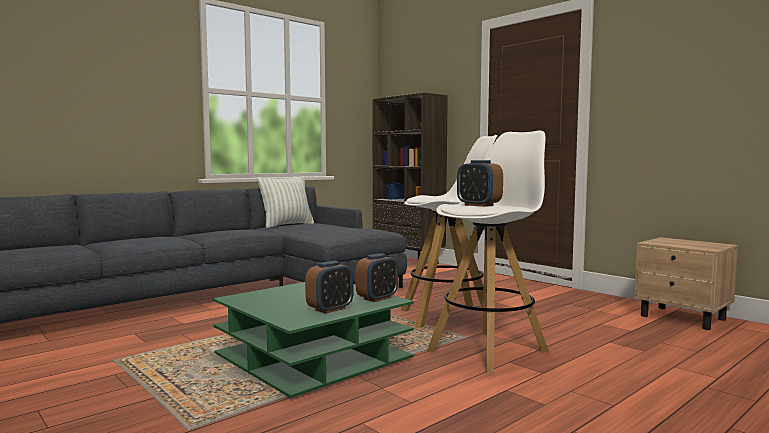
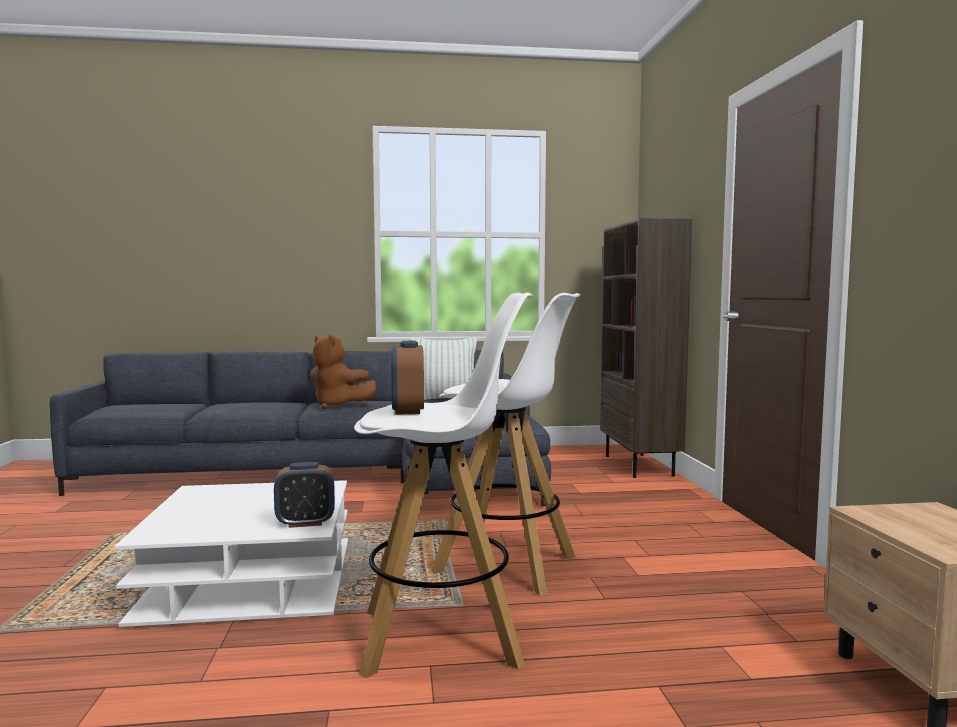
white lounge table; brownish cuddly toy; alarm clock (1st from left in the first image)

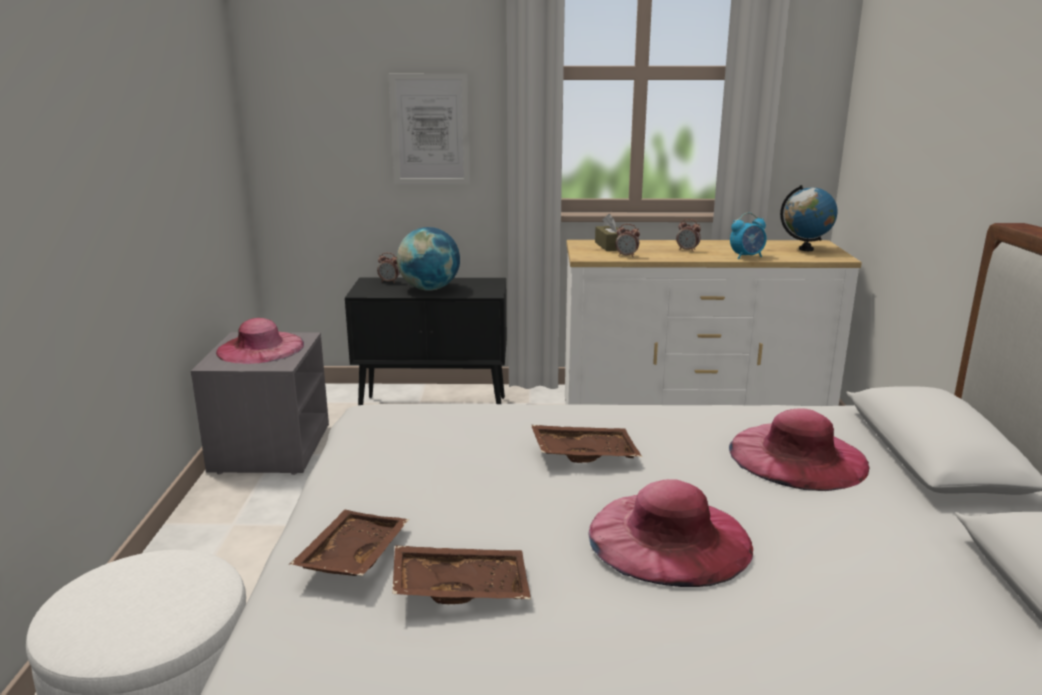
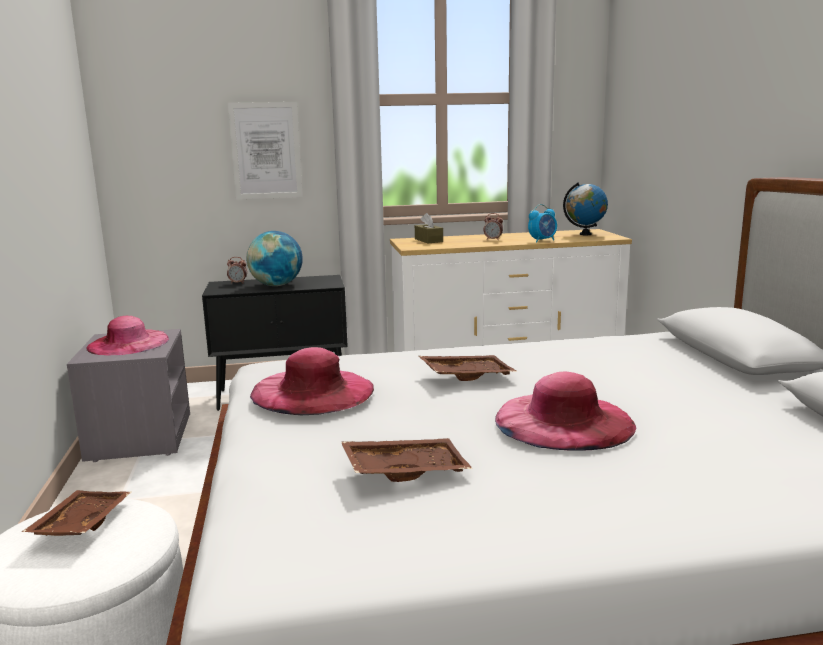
brownish carrying tray (1st from left); pink-coloured clothing hat (2nd from left); alarm clock (2nd from left in the first image)

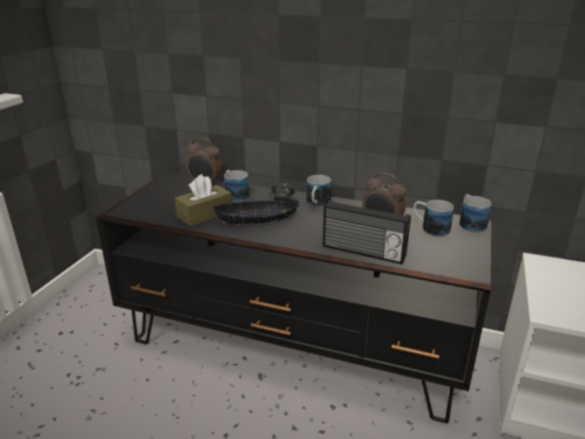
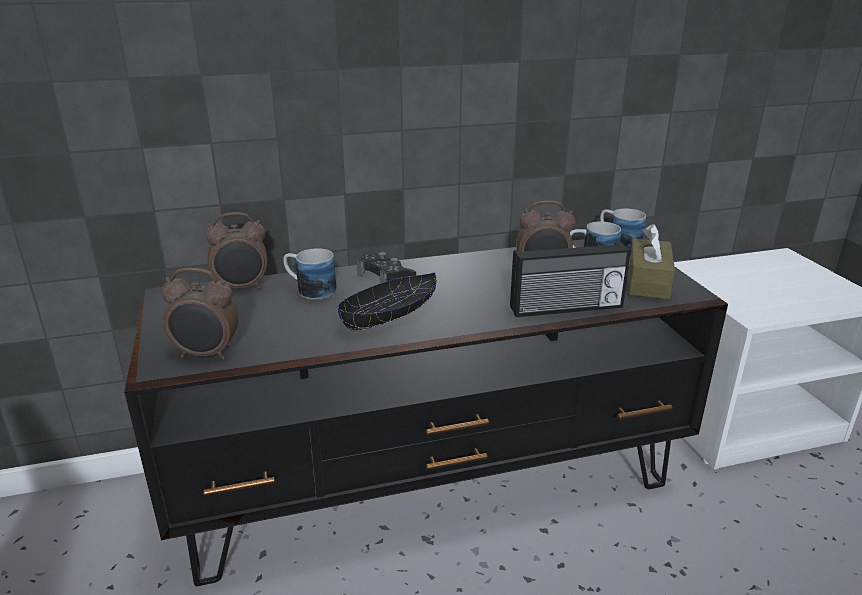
alarm clock (1st from left); brownish tissue box; coffee mug (2nd from left in the first image)

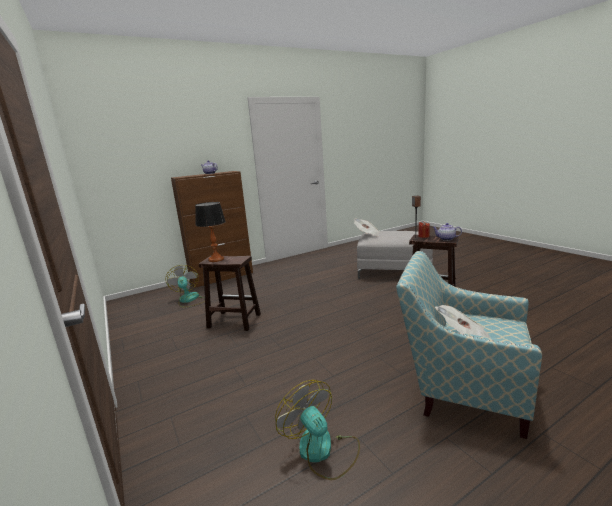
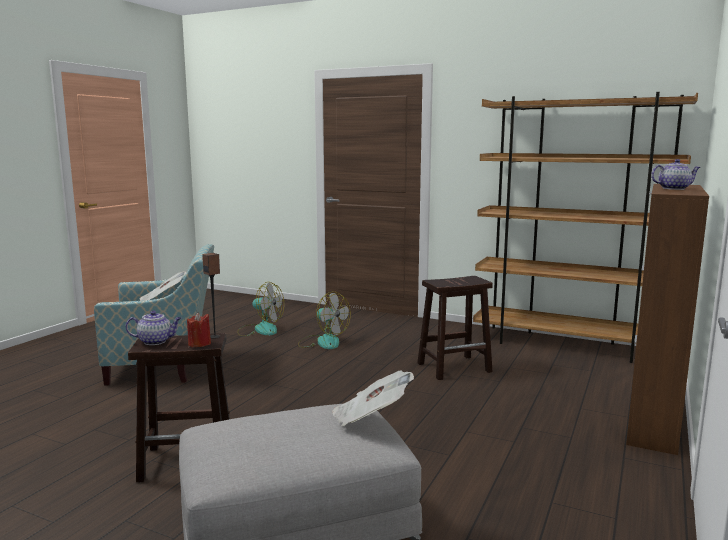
cooling fan (2nd from left); brownish shelving unit; table lamp

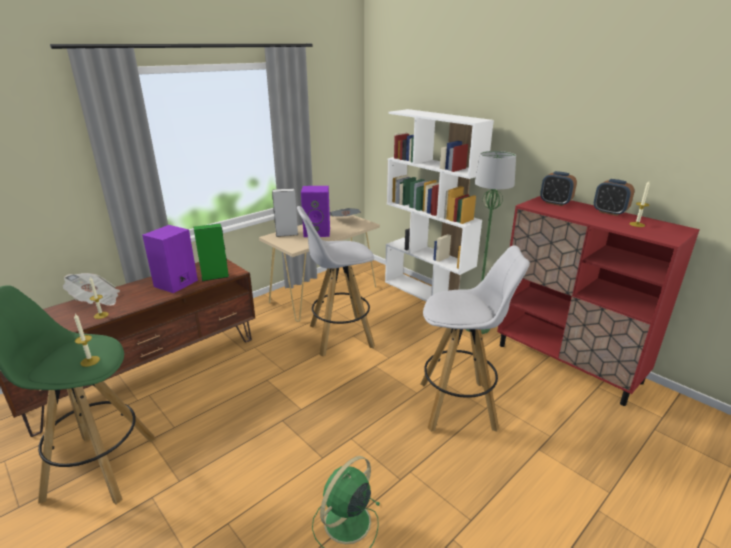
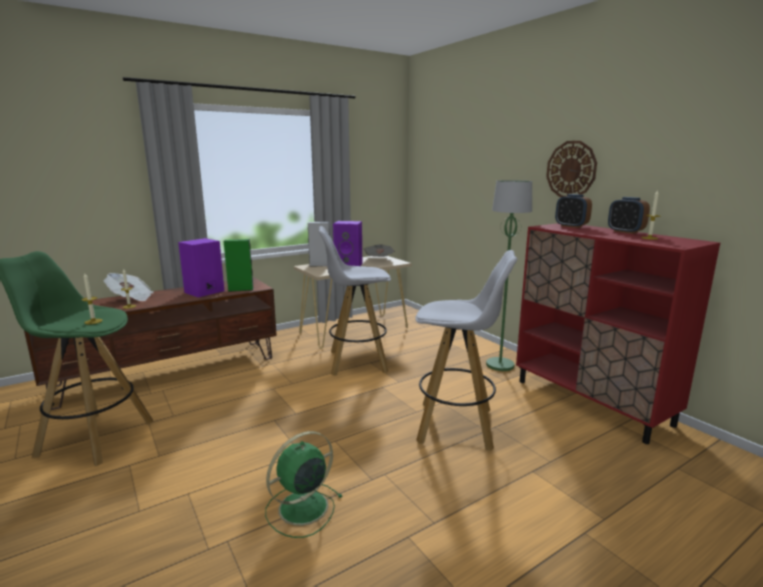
hanging clock; white shelving unit

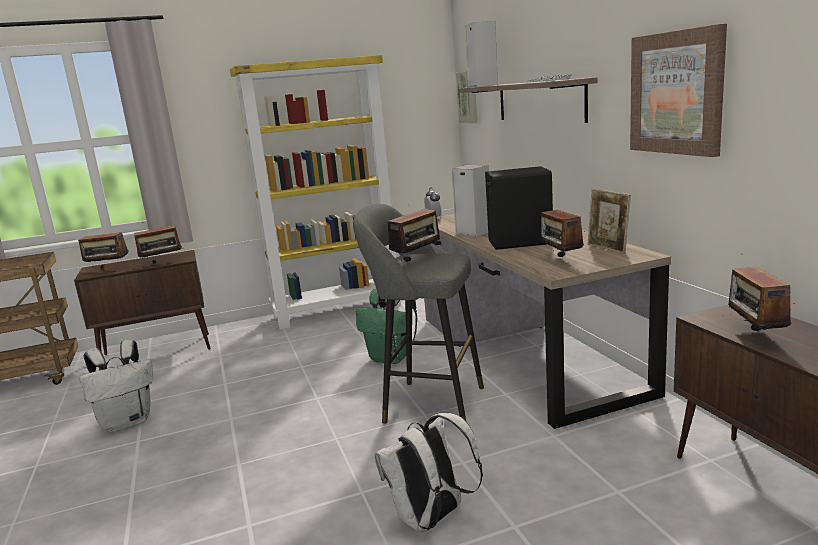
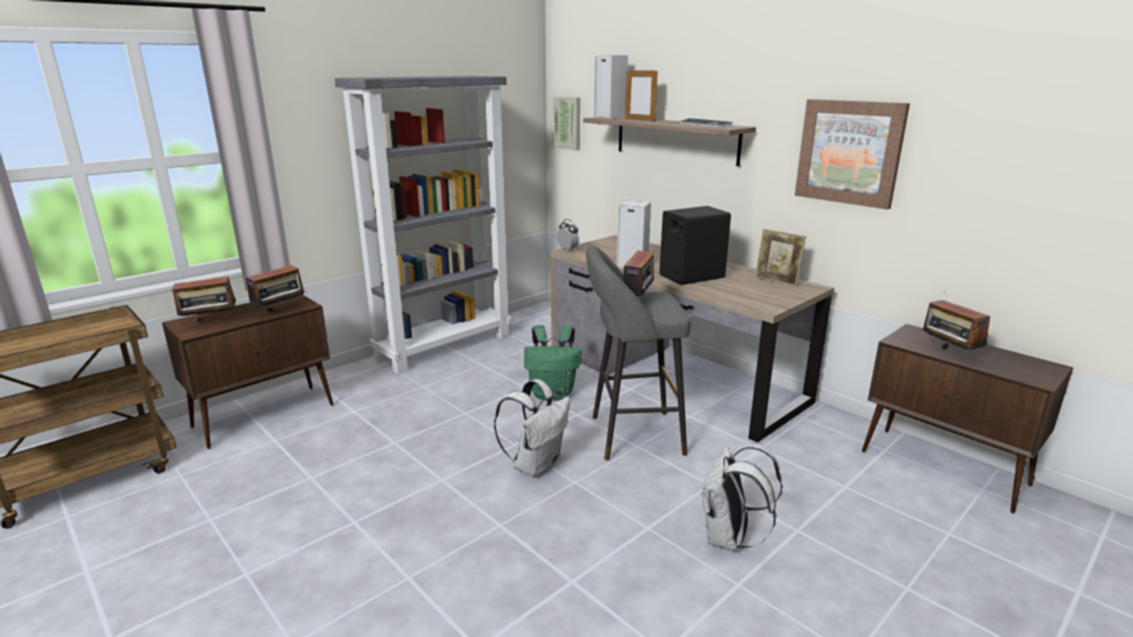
gray shelving unit; white backpack (1st from left); photo frame (1st from left); radio receiver (4th from left in the first image)

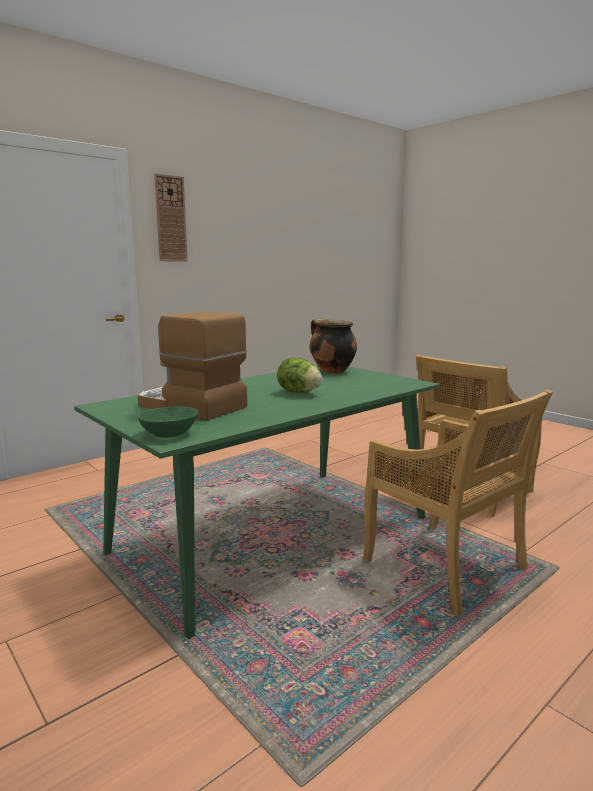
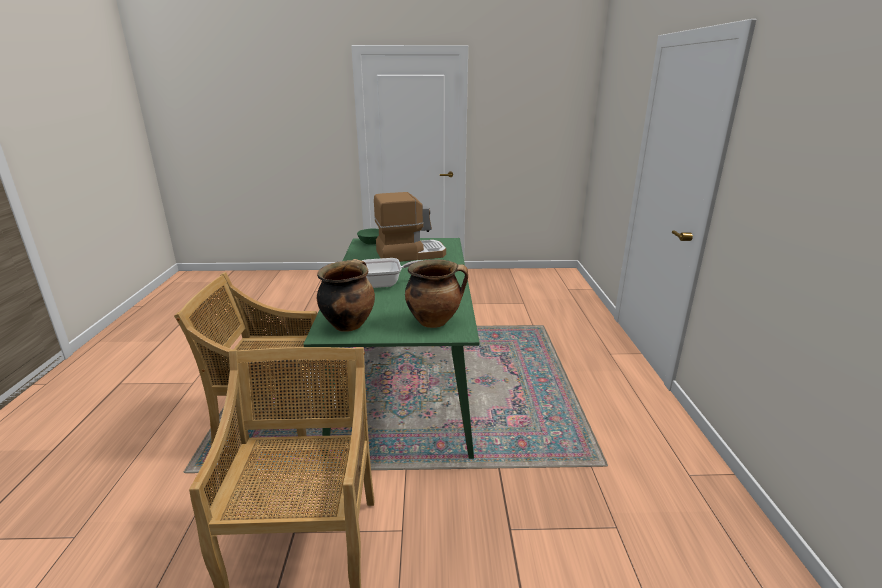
stockpot (1st from left); pan; hanging clock

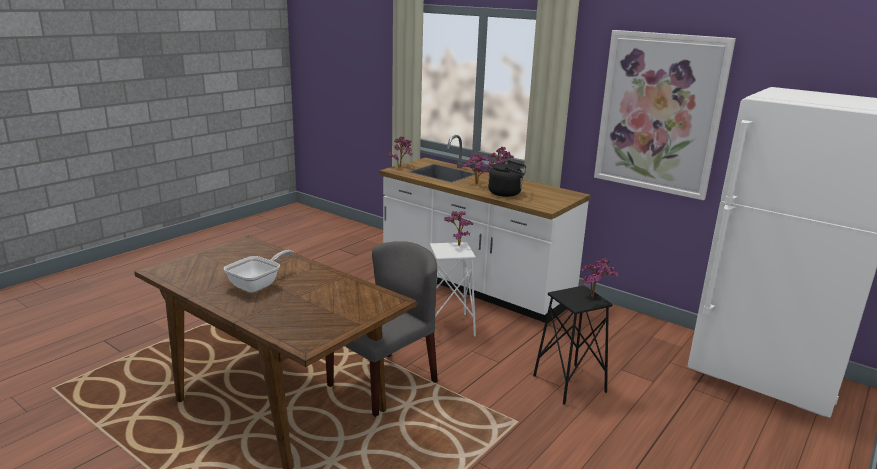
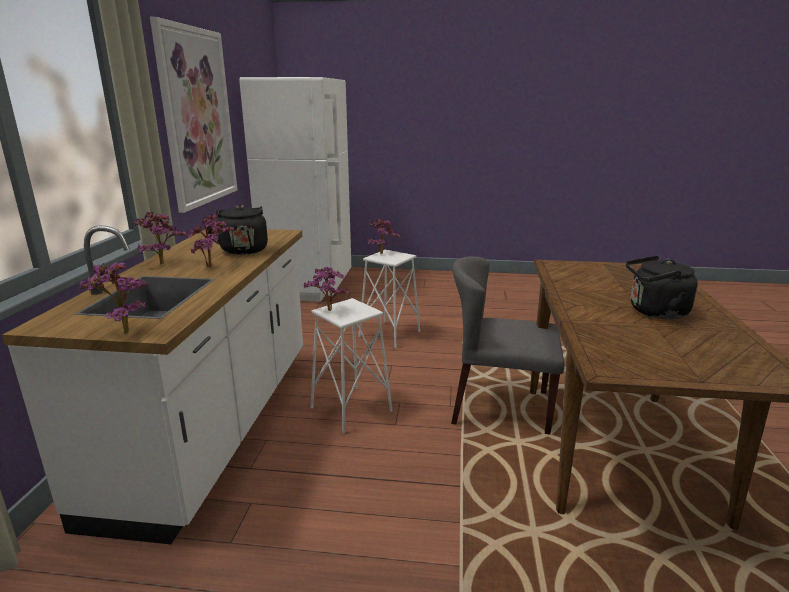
white stool seat (2nd from left); black kettle (2nd from left)

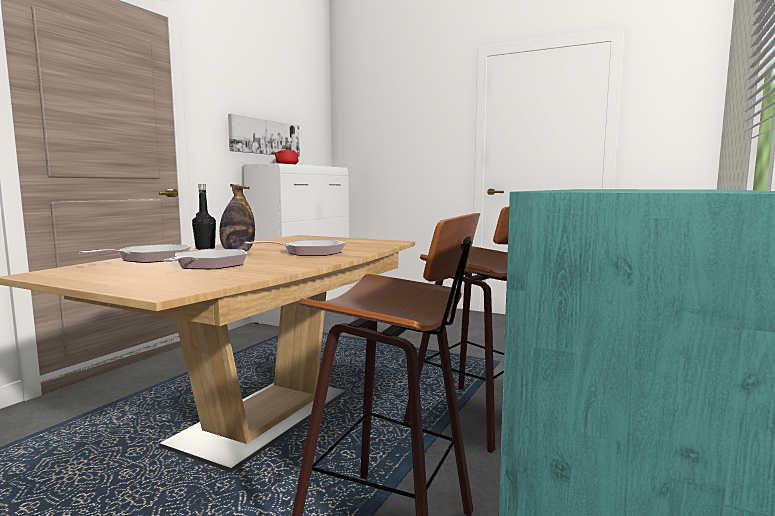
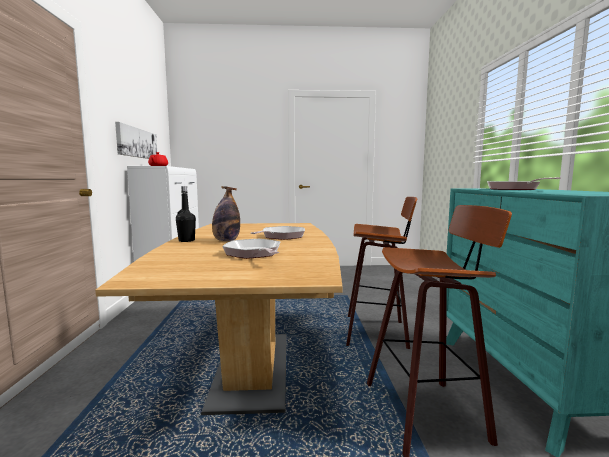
pan (3rd from left)

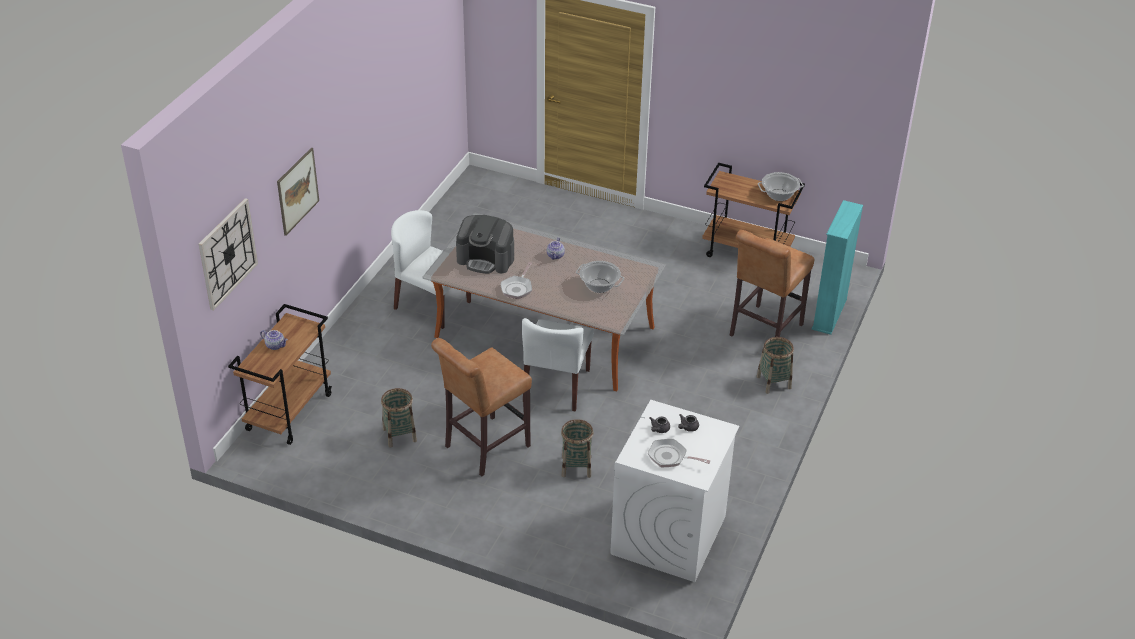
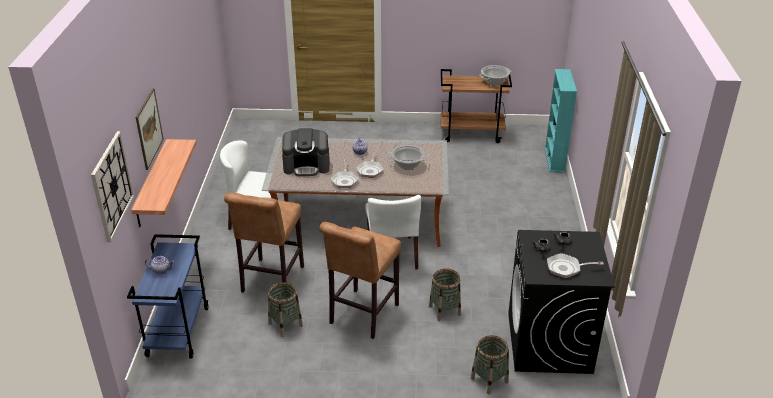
bluish wheeled cart; bracket shelf; brownish stool seat (1st from left); pan (2nd from left); storage basket (3rd from left); black laundry appliance

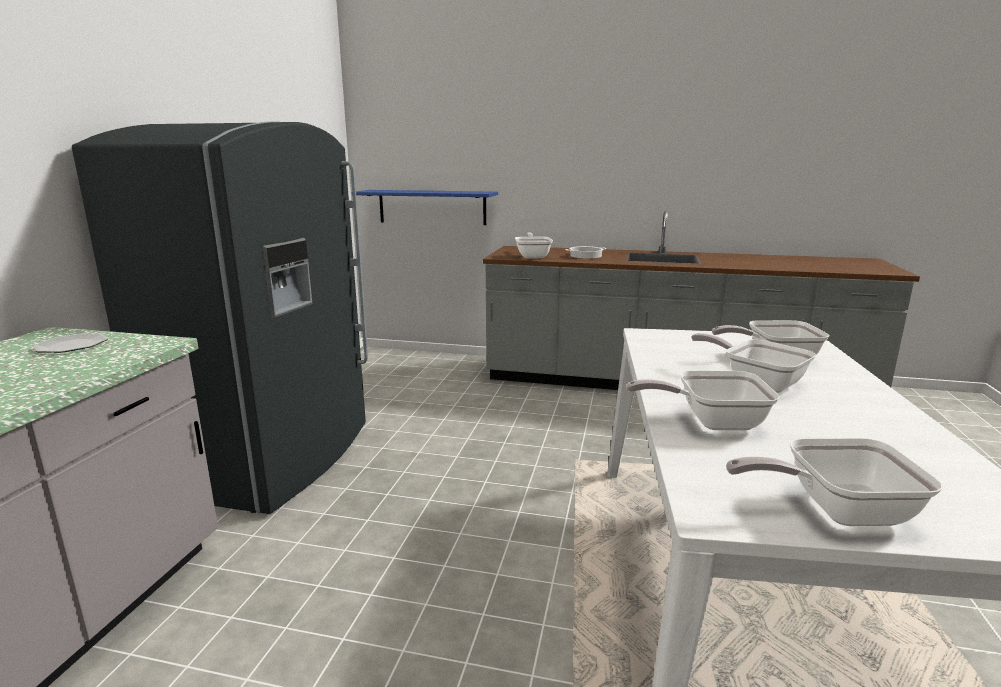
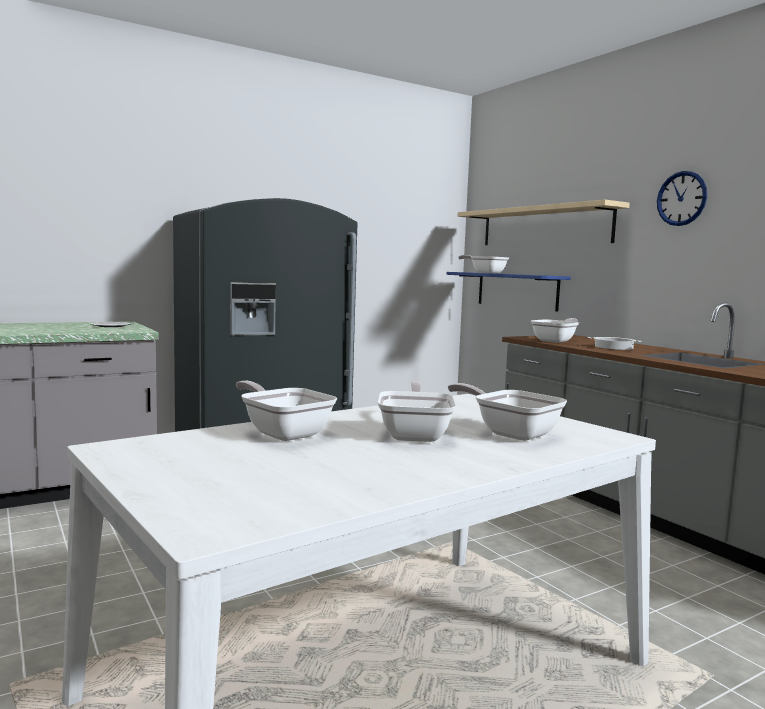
beige-coloured bracket shelf; pan (3rd from left); hanging clock

